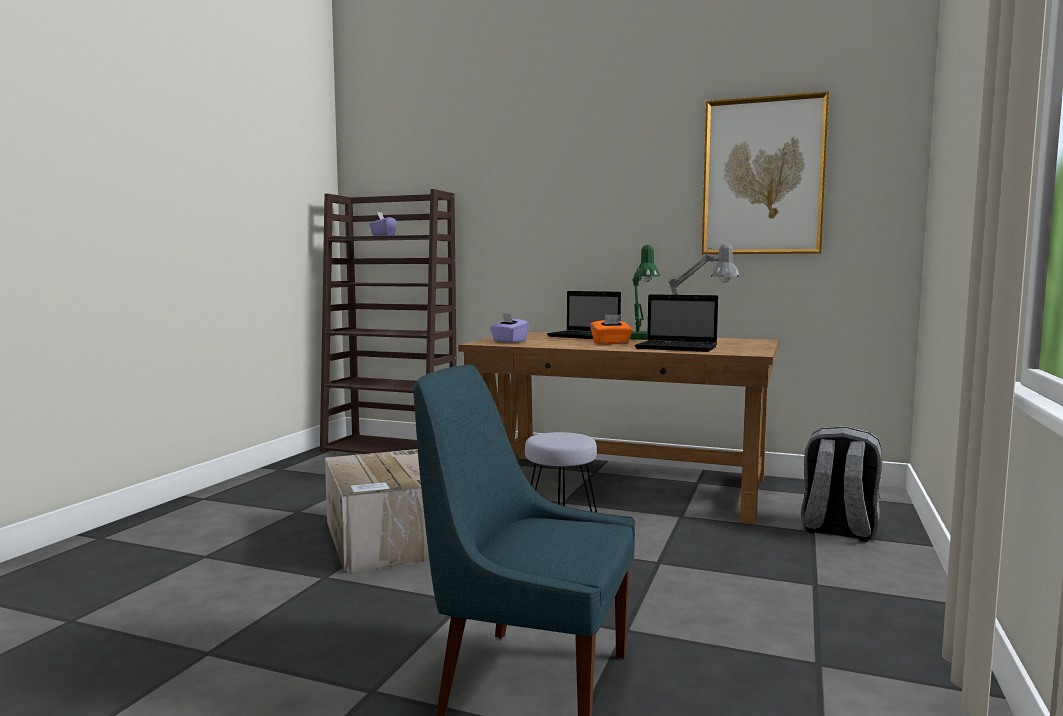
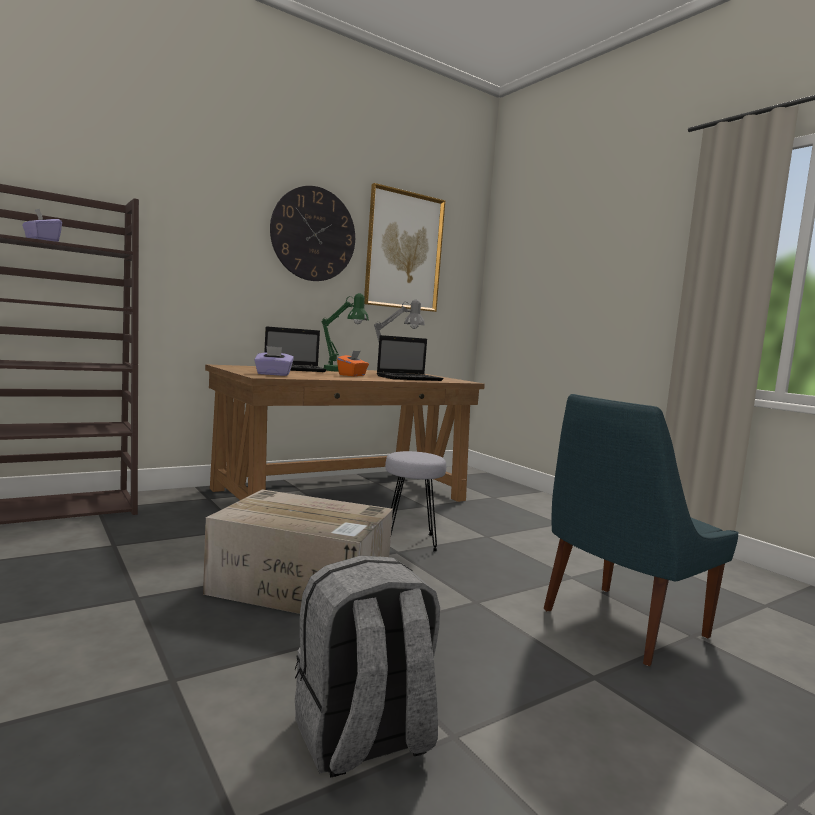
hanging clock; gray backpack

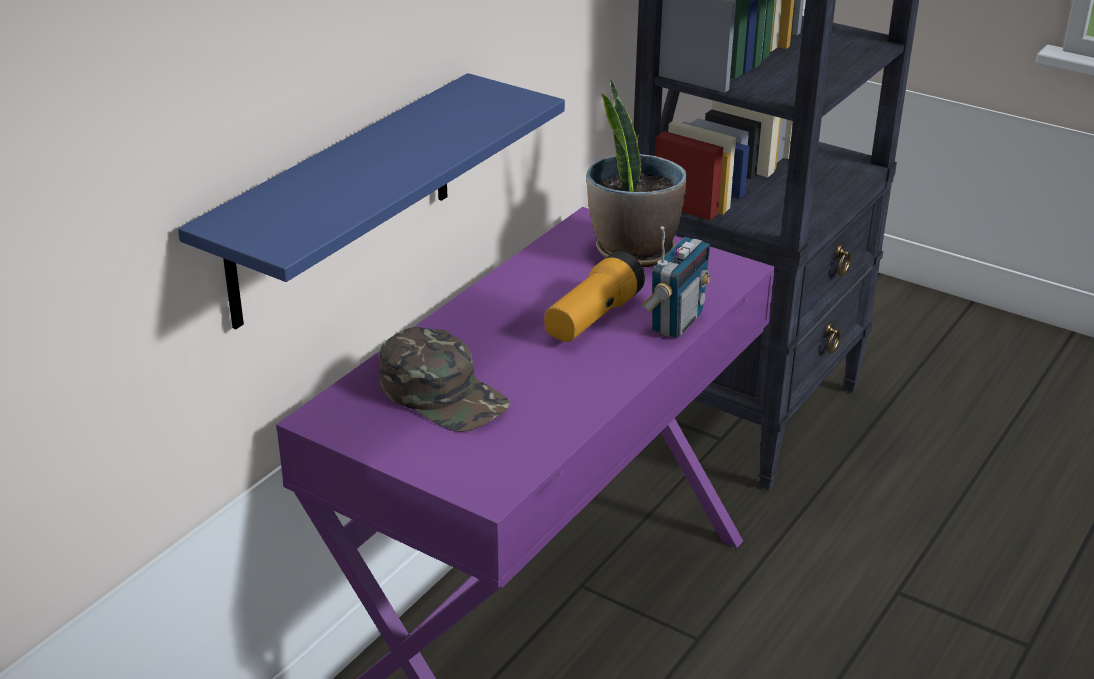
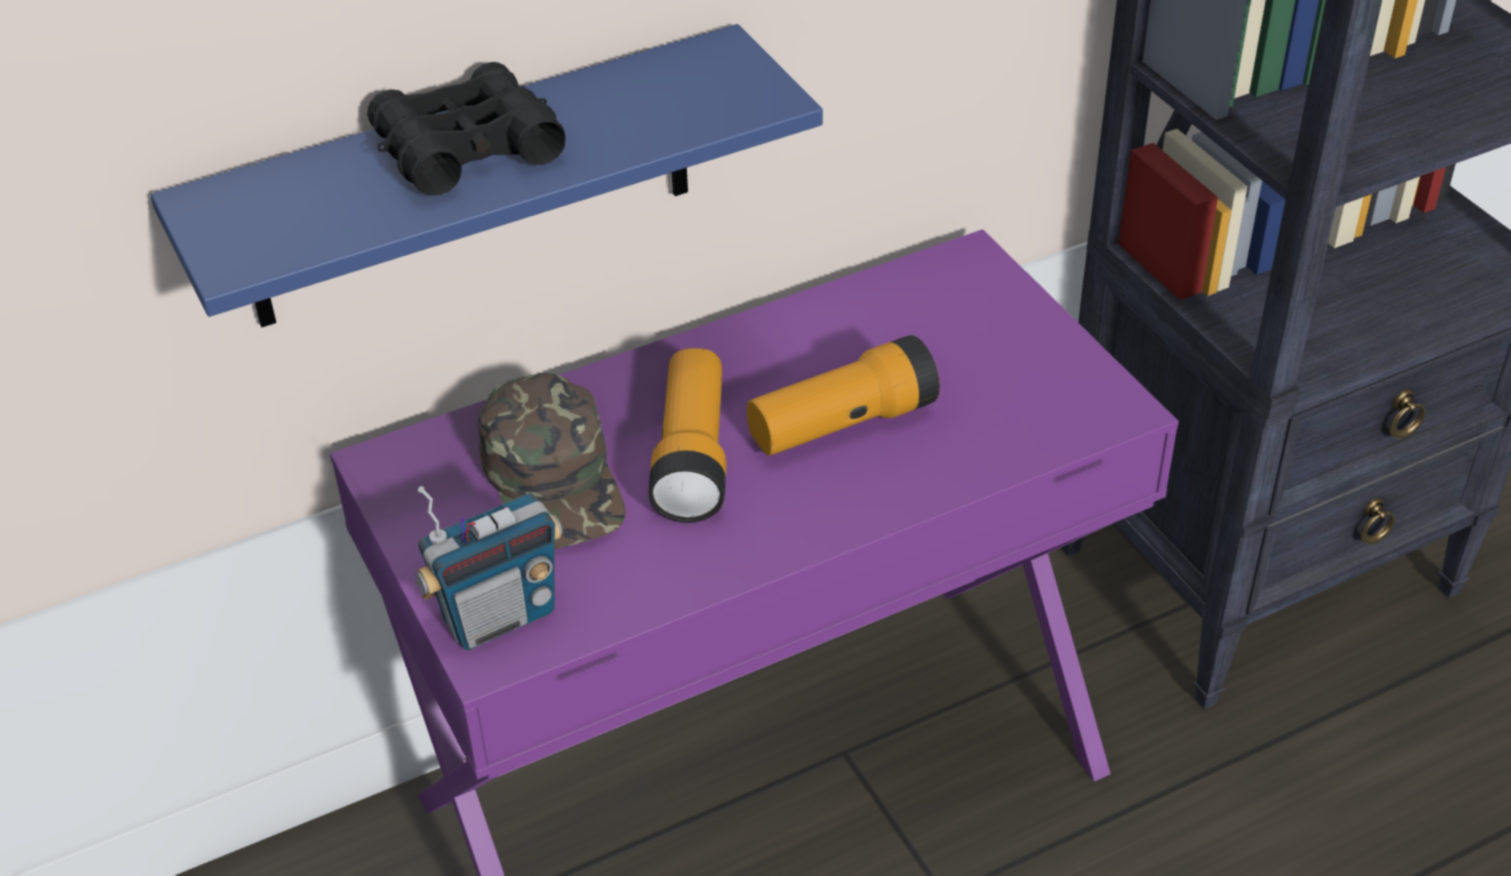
black binoculars; radio receiver; torch (1st from left); potted plant

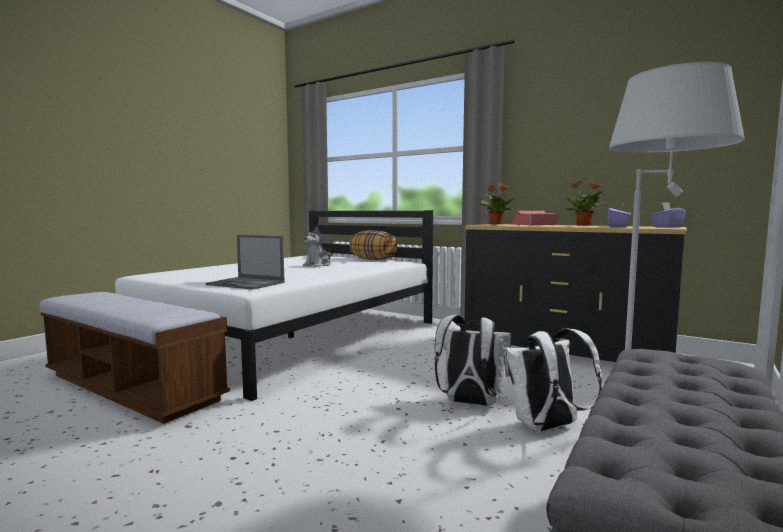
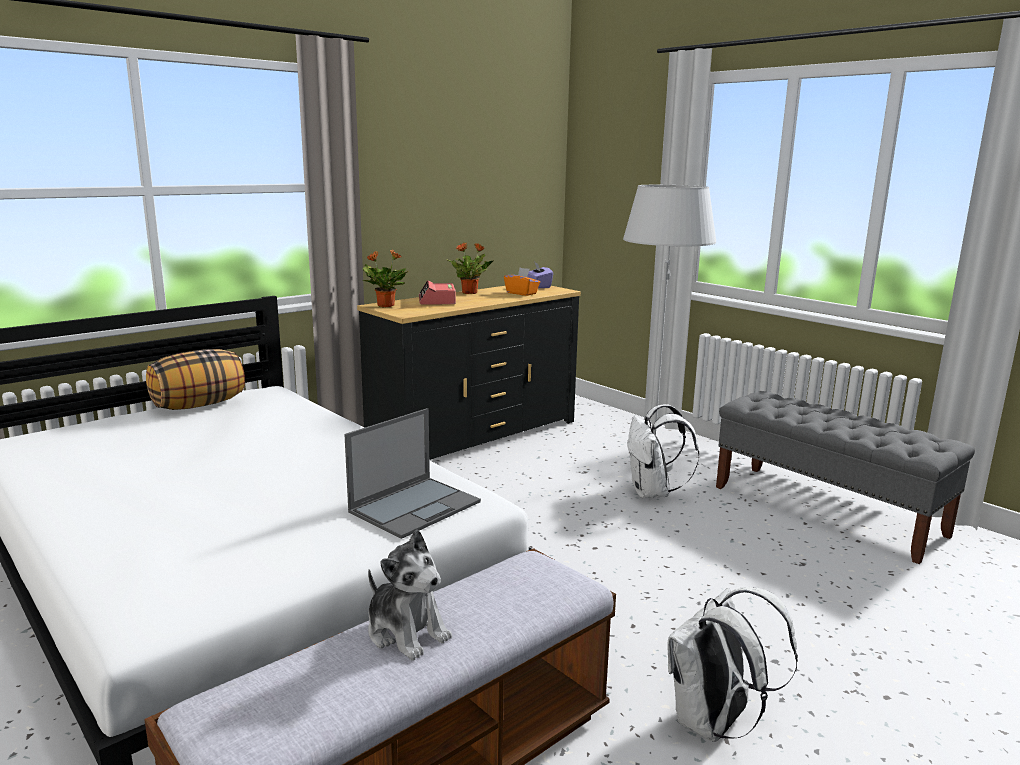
cuddly toy; orangey tissue box; white backpack (2nd from left)

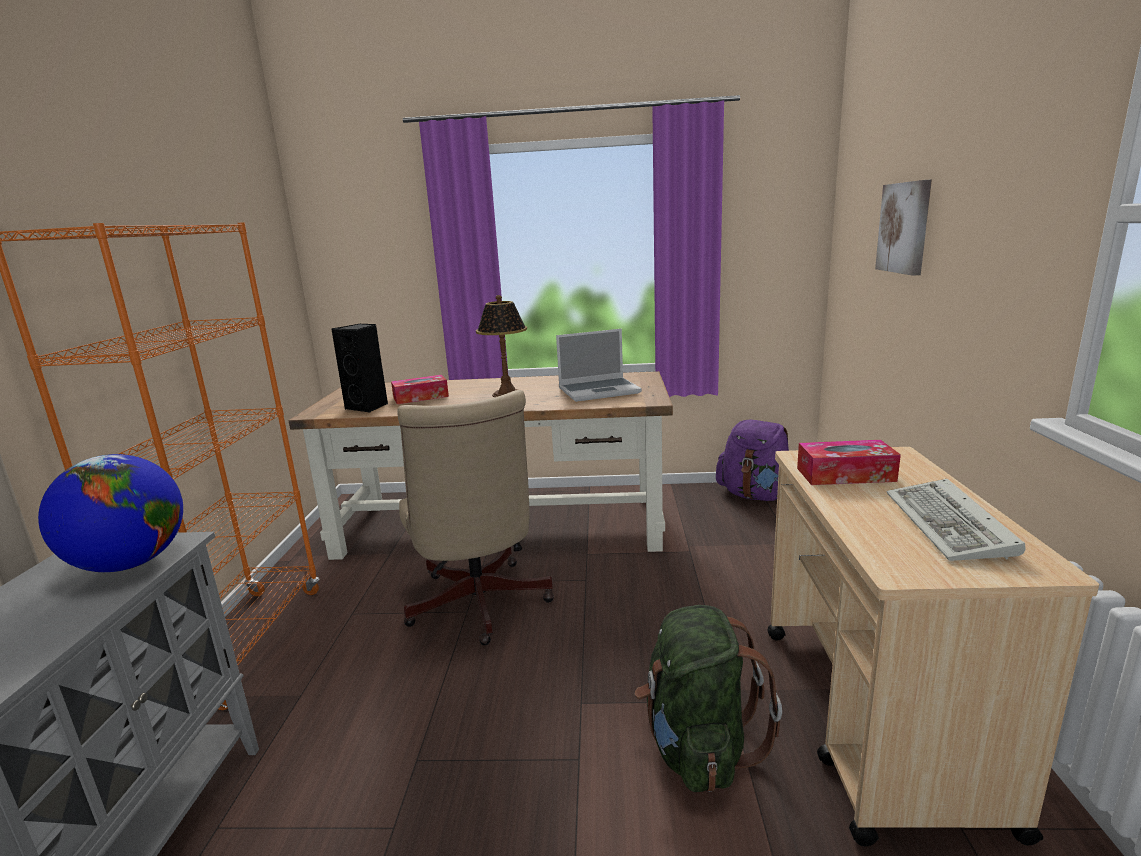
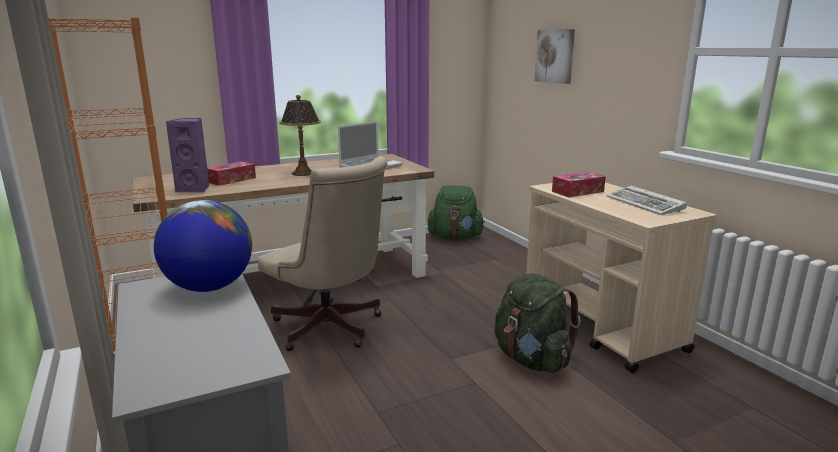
purple loudspeaker; greenish backpack (1st from left)

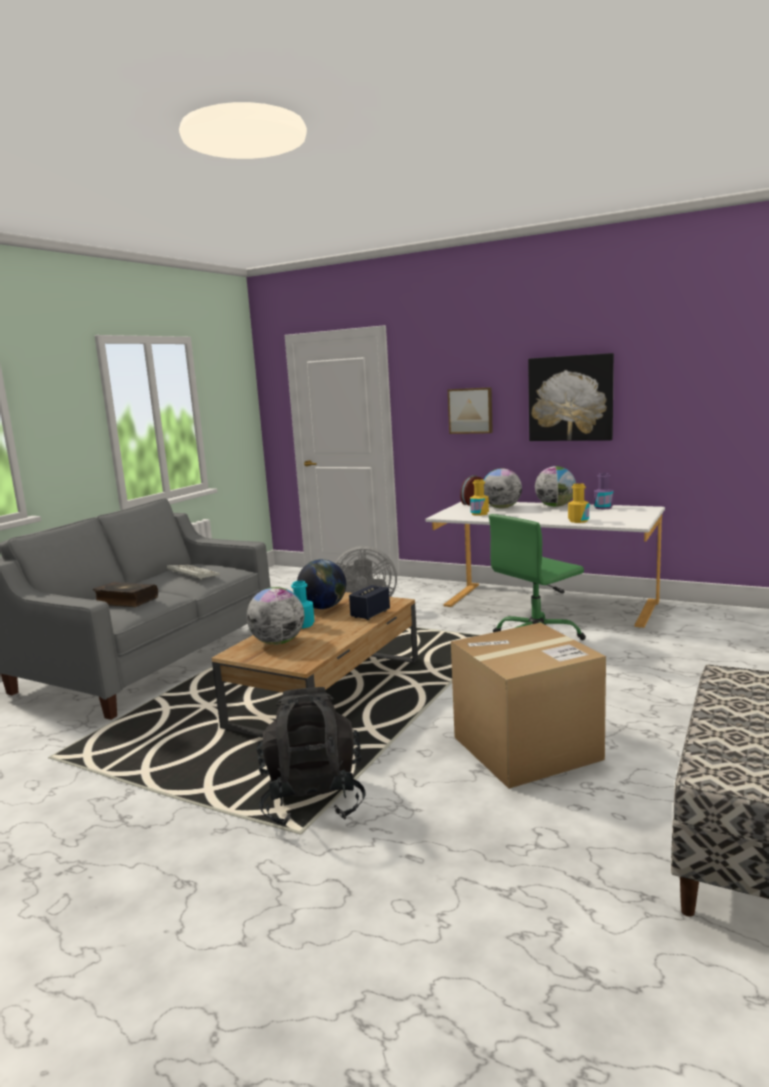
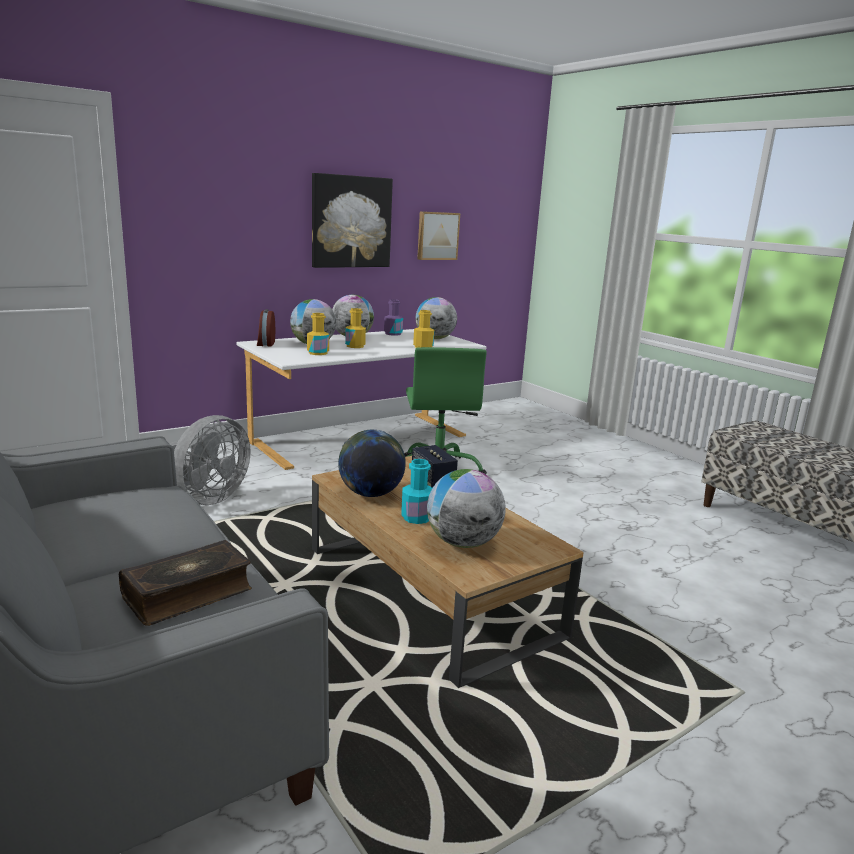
yellowish drink bottle (2nd from left); world globe (4th from left); wall picture (2nd from left); keyboard; black backpack; carton

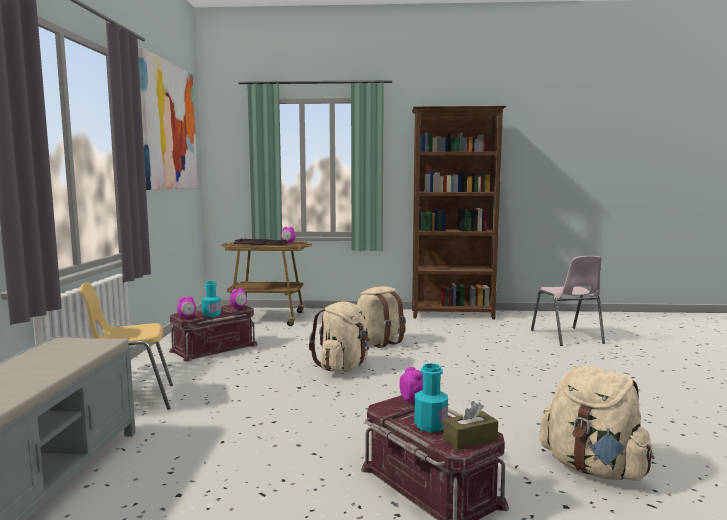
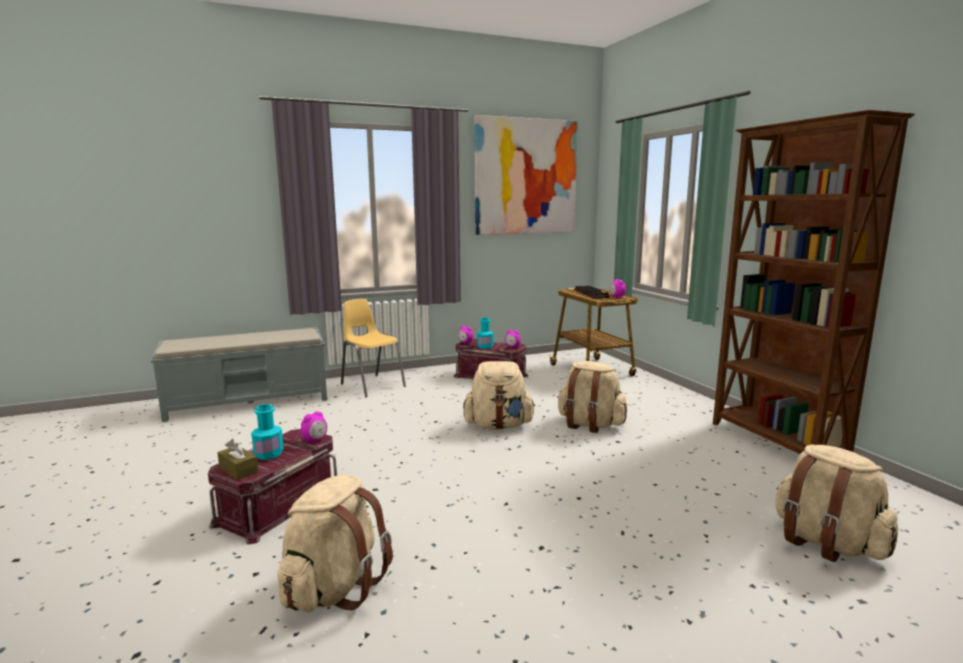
beige-coloured backpack (4th from left)

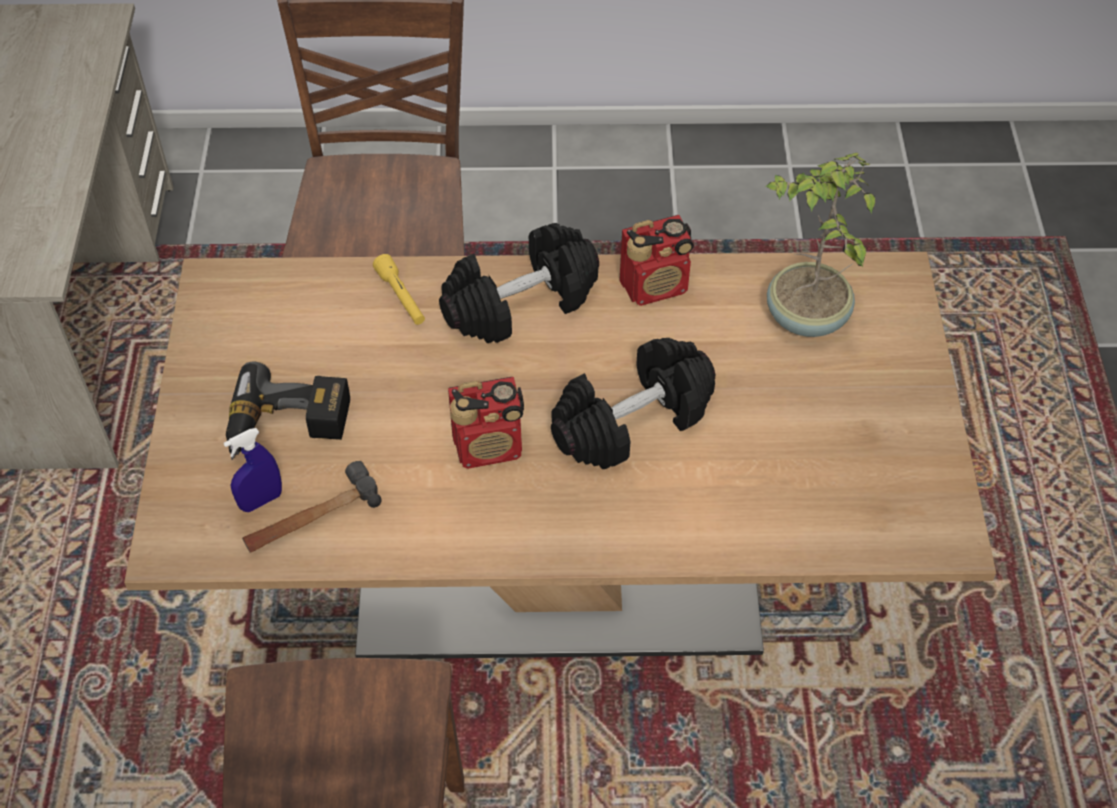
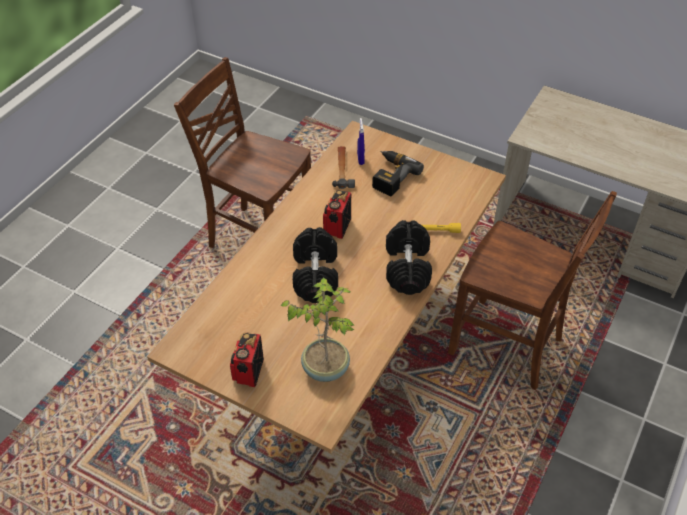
radio receiver (1st from left)

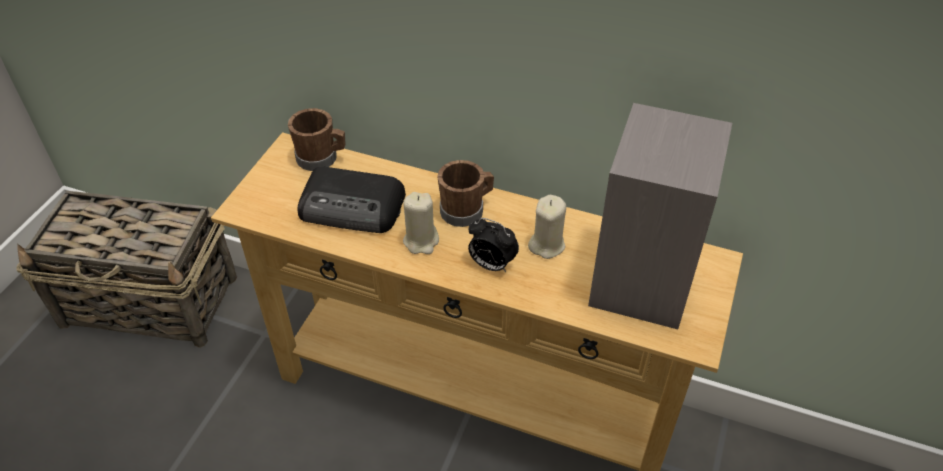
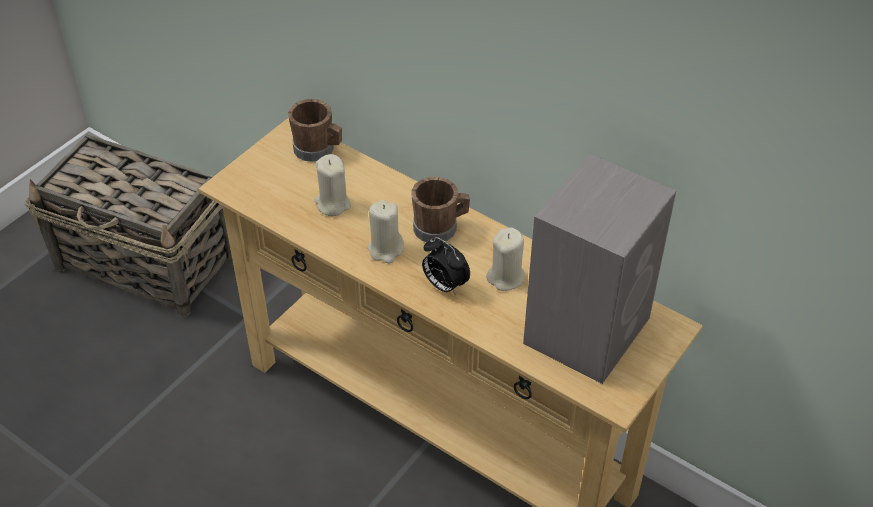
beige-coloured wax light (1st from left)

